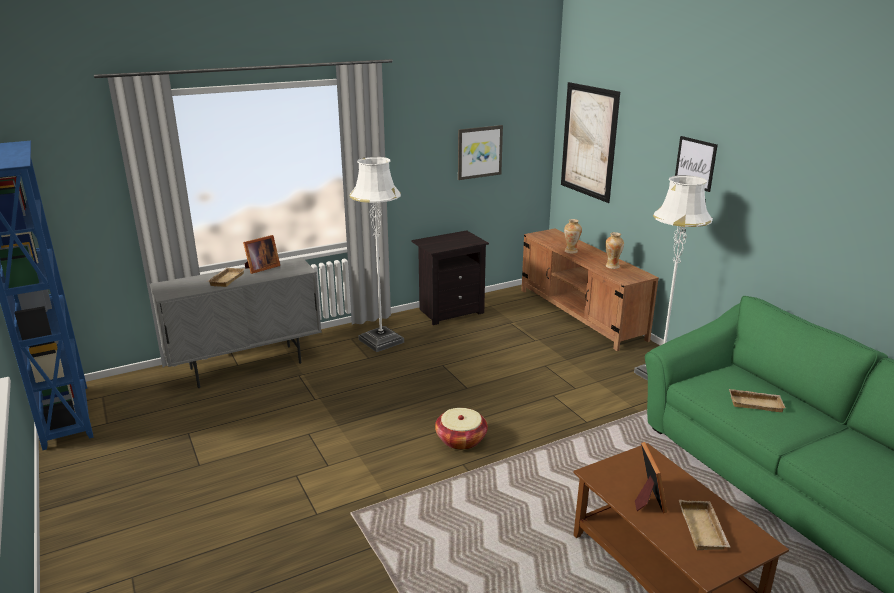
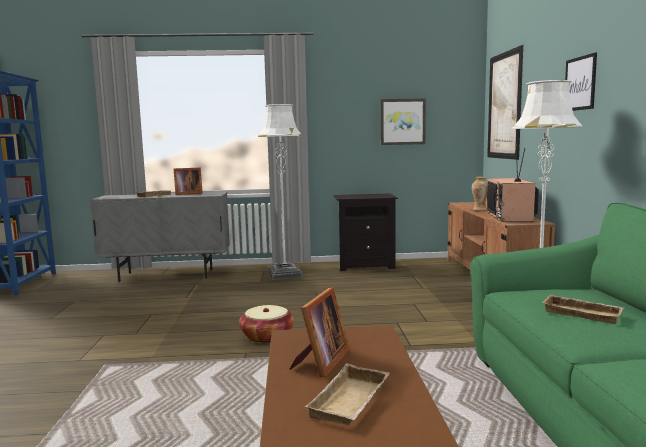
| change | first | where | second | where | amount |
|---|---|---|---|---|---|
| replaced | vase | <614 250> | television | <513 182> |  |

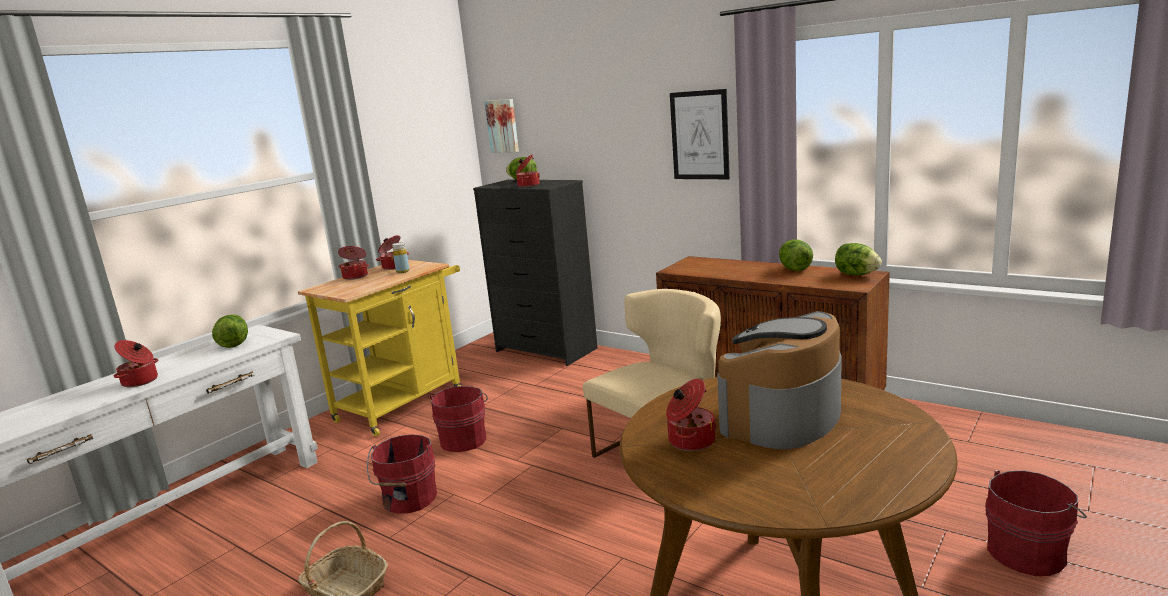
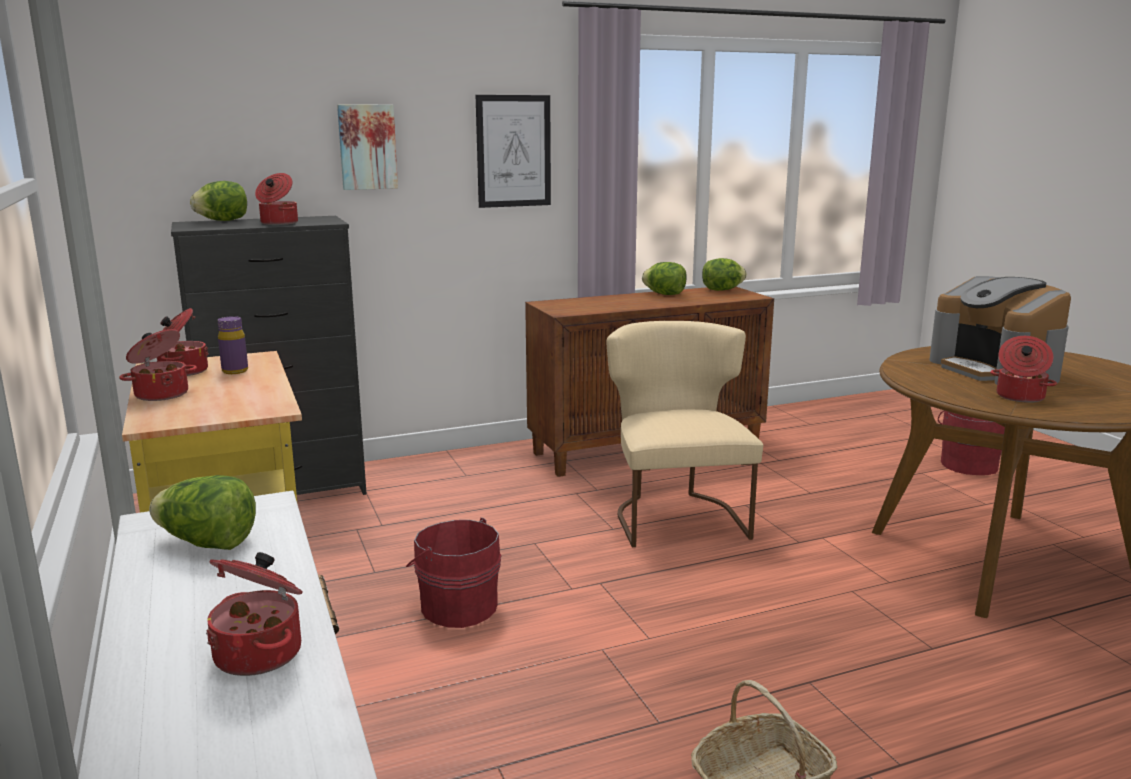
| change | first | where | second | where | amount |
|---|---|---|---|---|---|
| moved | picture | <501 126> |  | <367 147> |  |
| recoloured | bottle (yellow) | <401 257> | bottle (purple) | <233 345> |  |
| removed | bucket (red) | <402 474> |  |  |  |

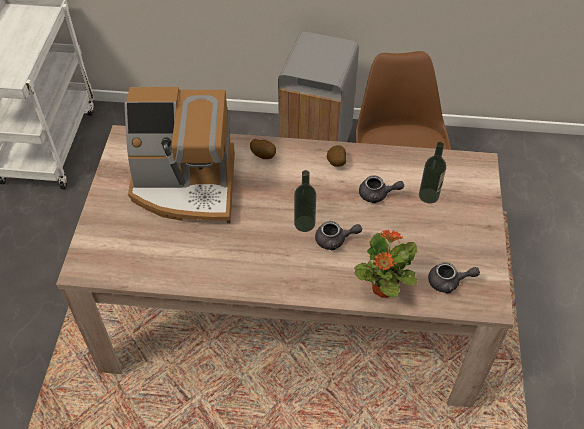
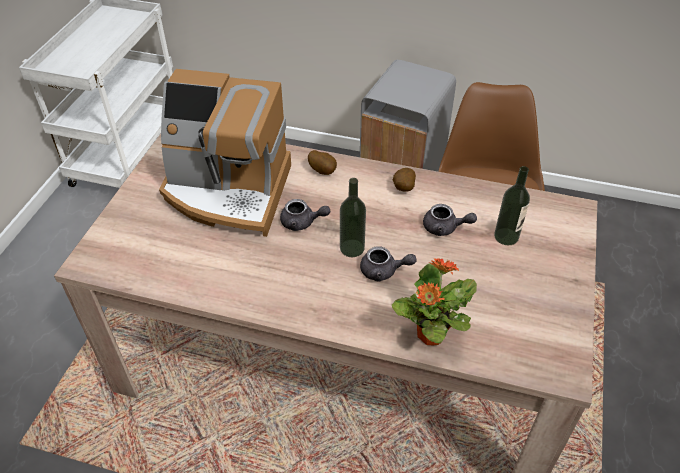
| change | first | where | second | where | amount |
|---|---|---|---|---|---|
| moved | teapot (grey) | <454 277> |  | <305 215> |  |

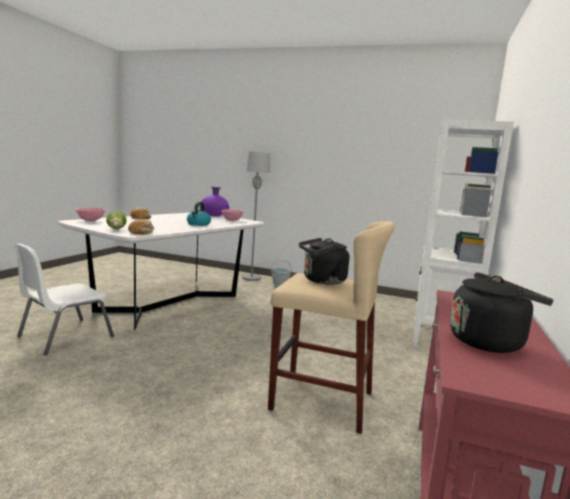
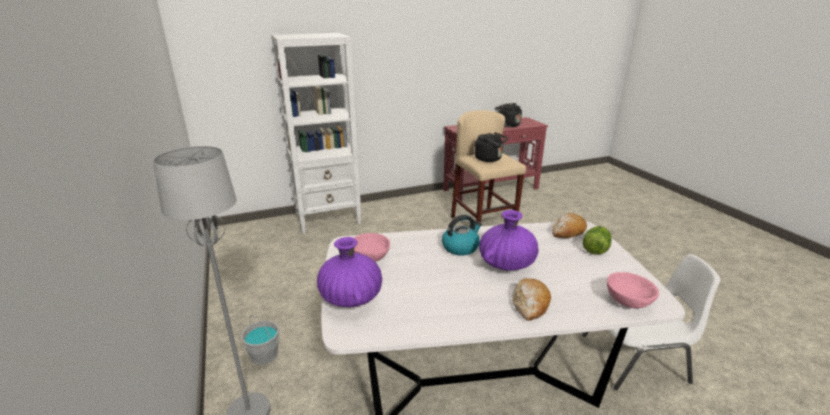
| change | first | where | second | where | amount |
|---|---|---|---|---|---|
| added |  |  | vase (purple) | <509 240> |  |

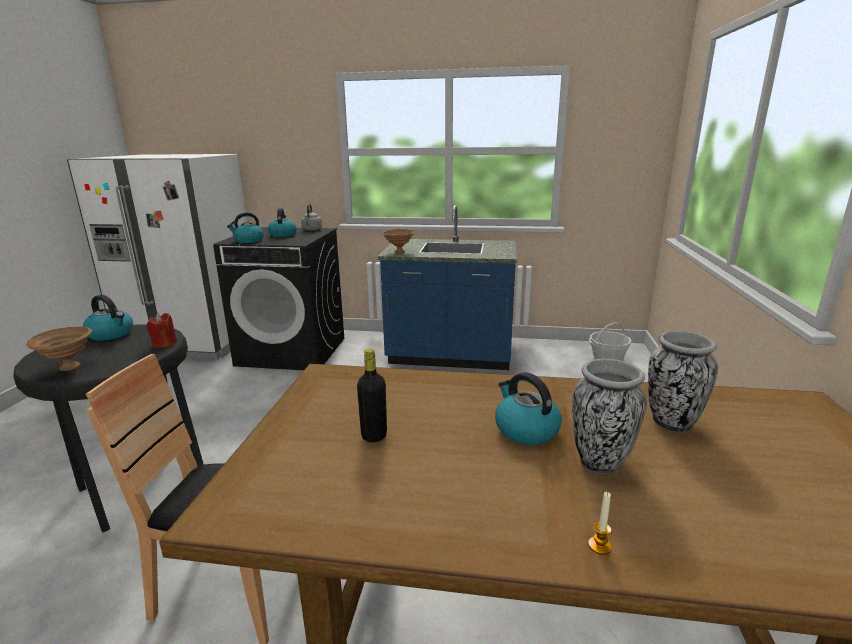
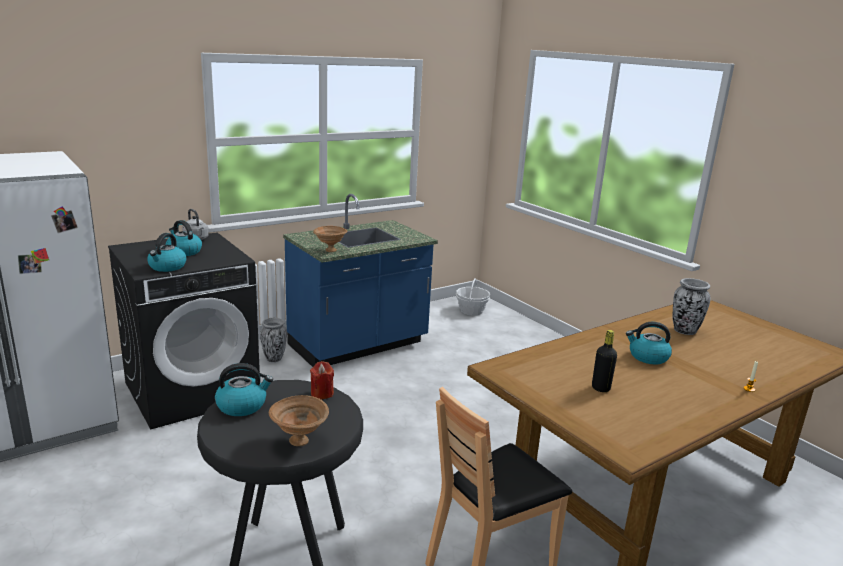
| change | first | where | second | where | amount |
|---|---|---|---|---|---|
| moved | vase | <609 416> |  | <273 340> |  |

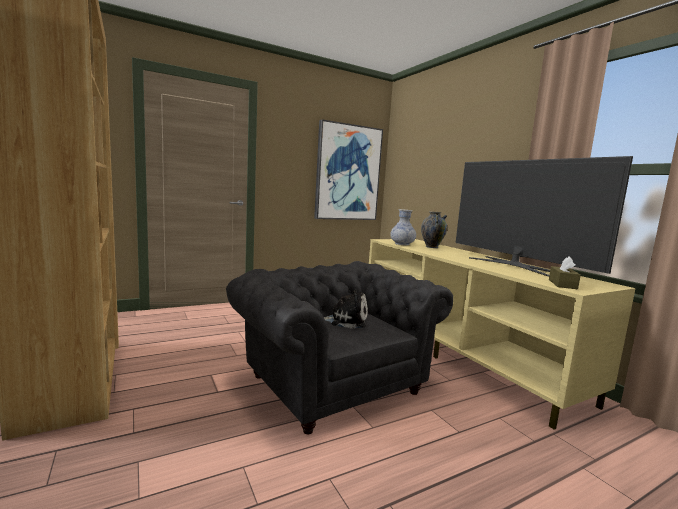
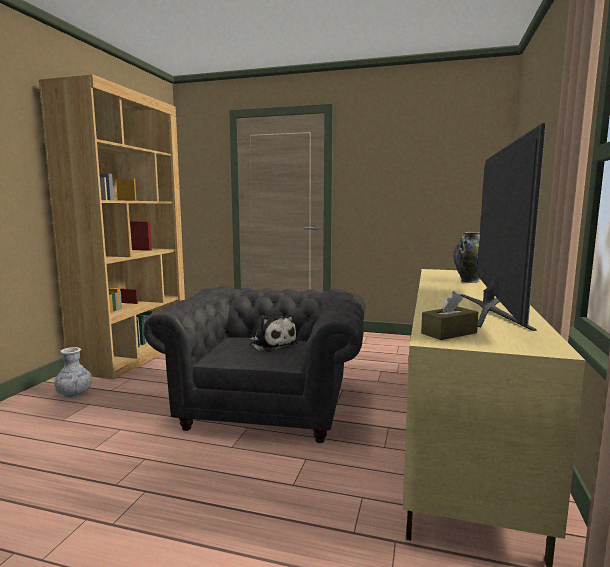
| change | first | where | second | where | amount |
|---|---|---|---|---|---|
| removed | picture | <348 169> |  |  |  |
| moved | vase | <403 227> |  | <73 372> |  |

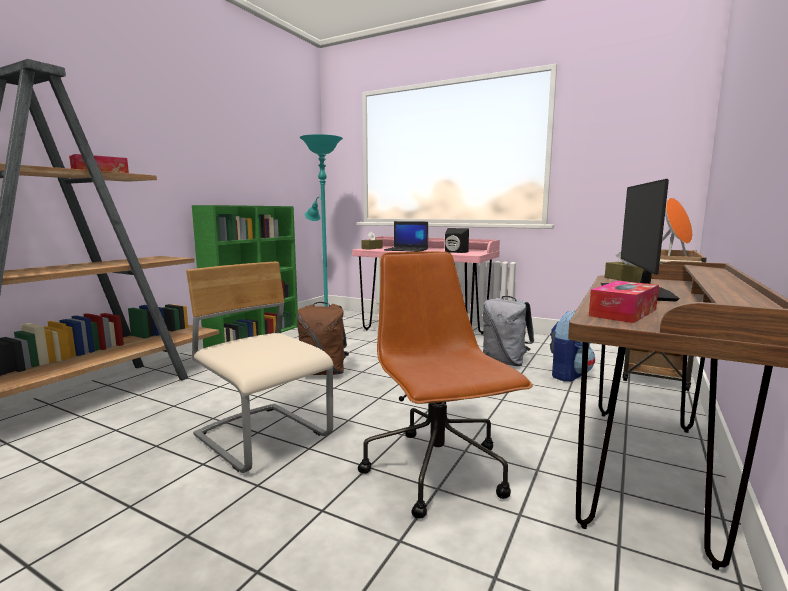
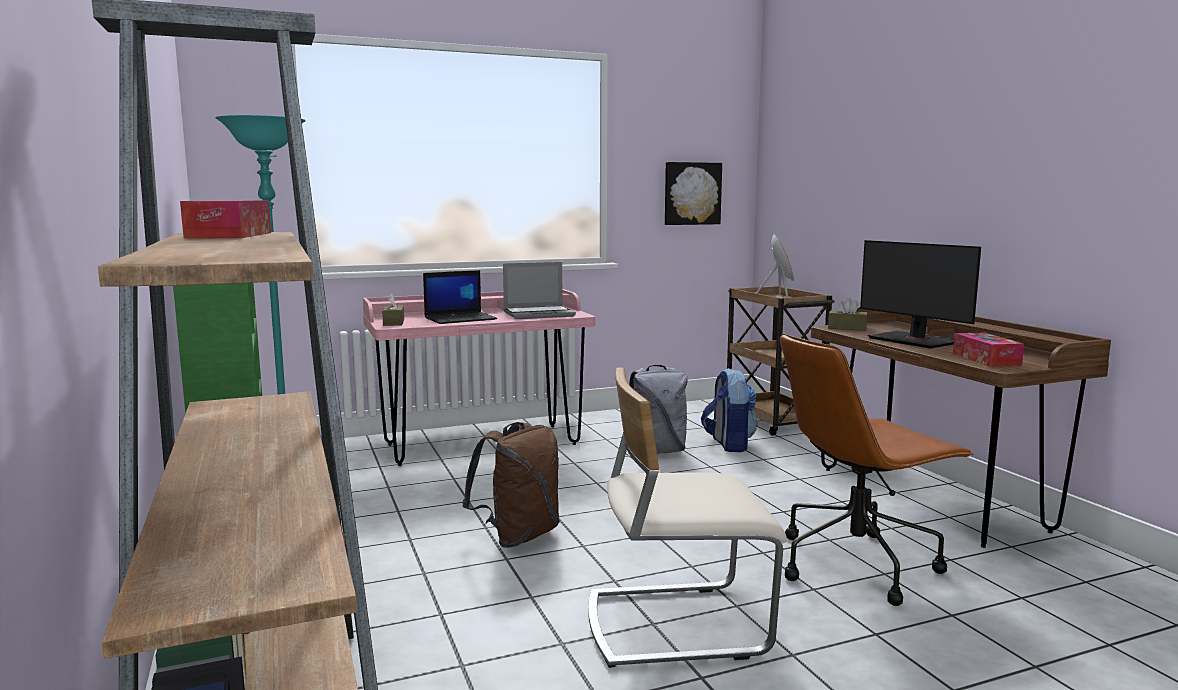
| change | first | where | second | where | amount |
|---|---|---|---|---|---|
| replaced | speaker (black) | <457 240> | laptop | <539 290> |  |
| turned | office chair (brown) | <445 385> |  | <876 469> | 45 degrees counterclockwise |
| added |  |  | picture | <693 193> |  |

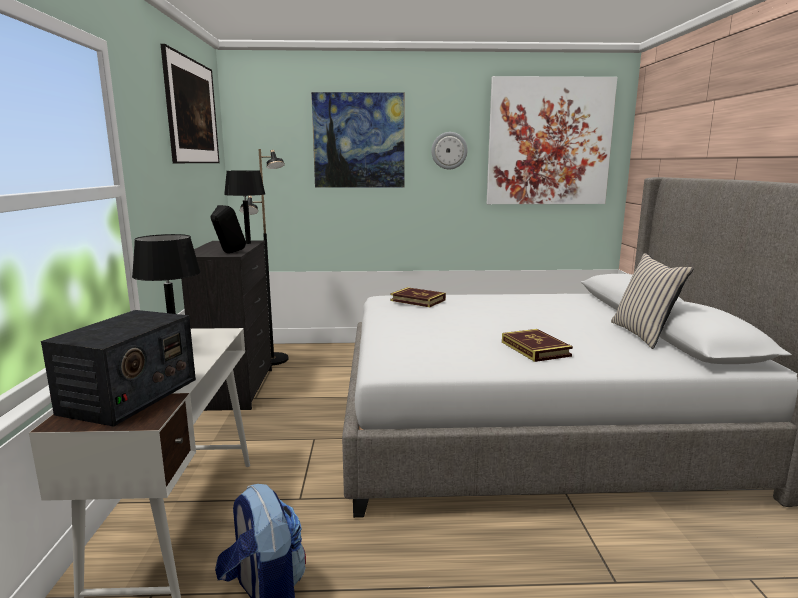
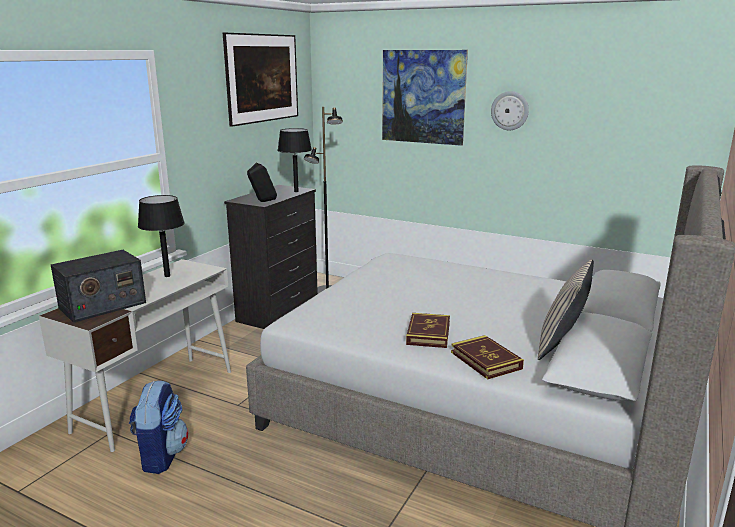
| change | first | where | second | where | amount |
|---|---|---|---|---|---|
| removed | picture | <552 140> |  |  |  |
| moved | book | <418 297> |  | <487 357> |  |

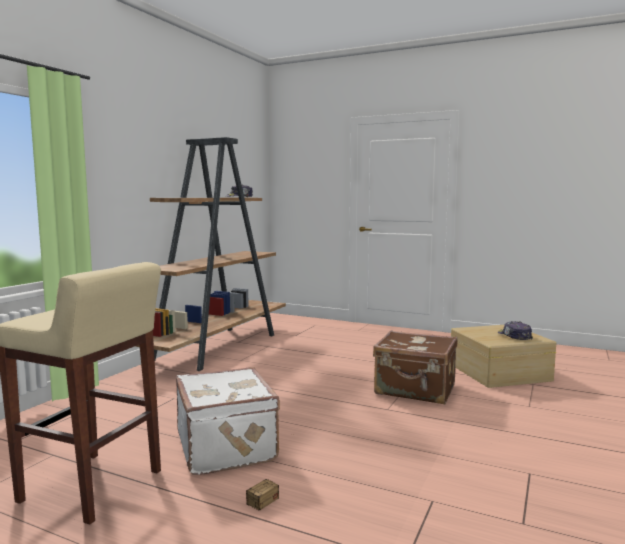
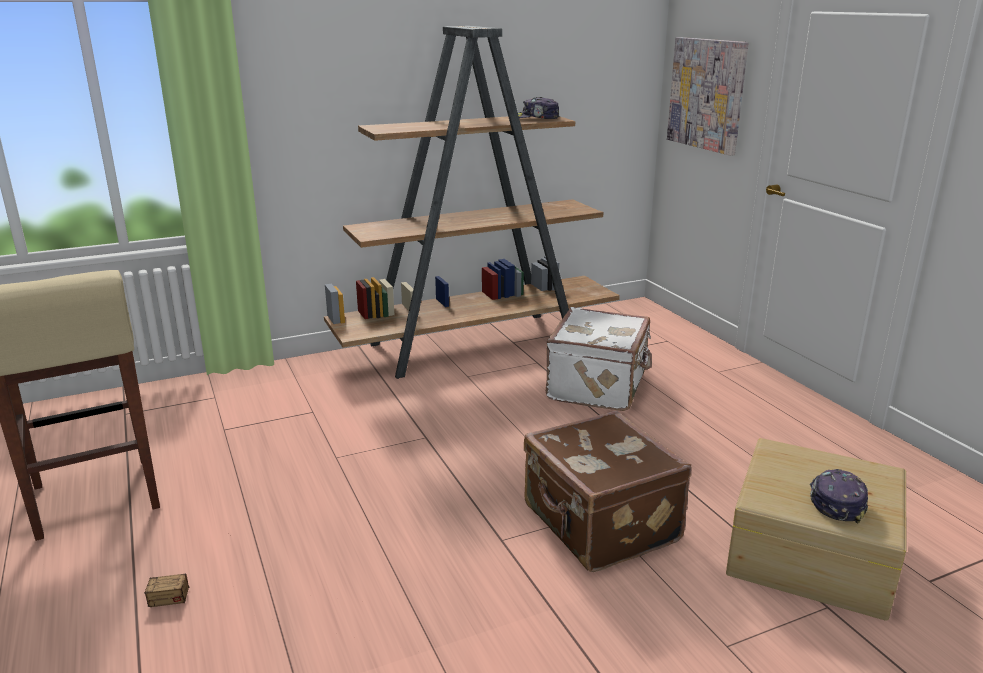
| change | first | where | second | where | amount |
|---|---|---|---|---|---|
| moved | suitcase (white) | <228 421> |  | <599 359> |  |
| added |  |  | picture | <708 96> |  |

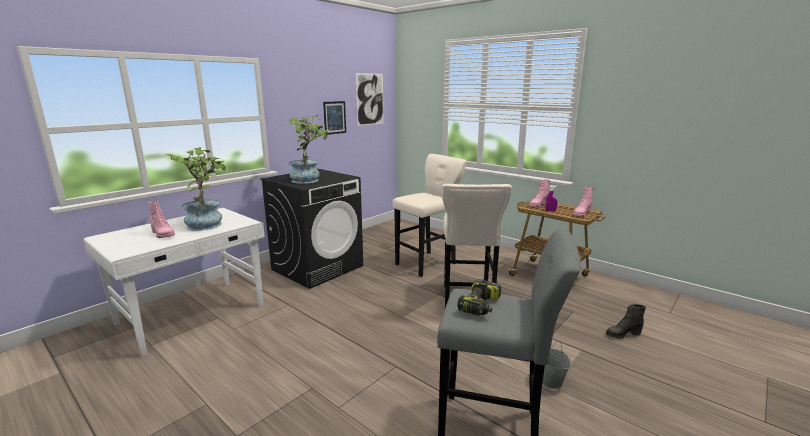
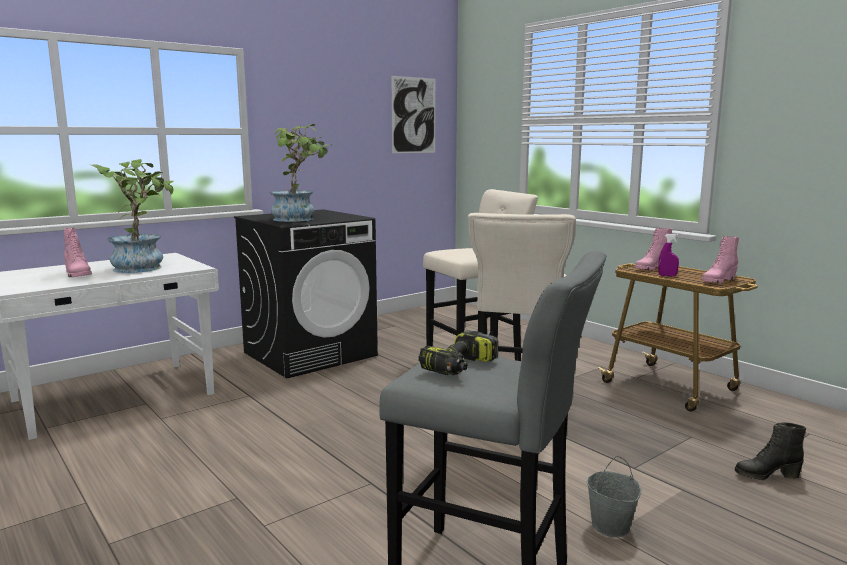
| change | first | where | second | where | amount |
|---|---|---|---|---|---|
| removed | picture | <334 118> |  |  |  |

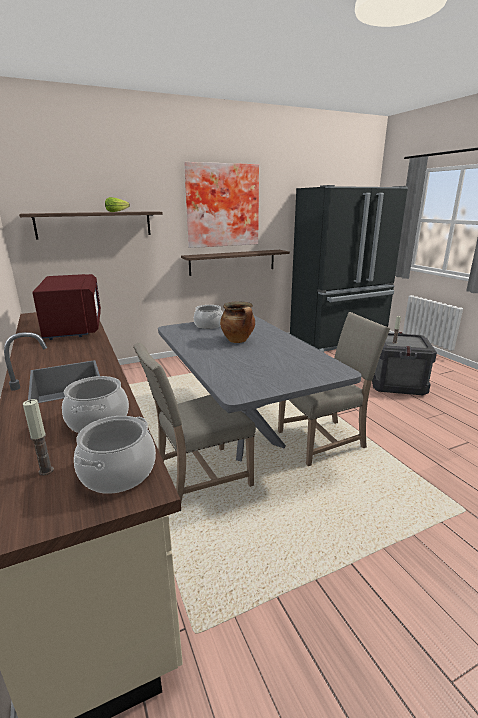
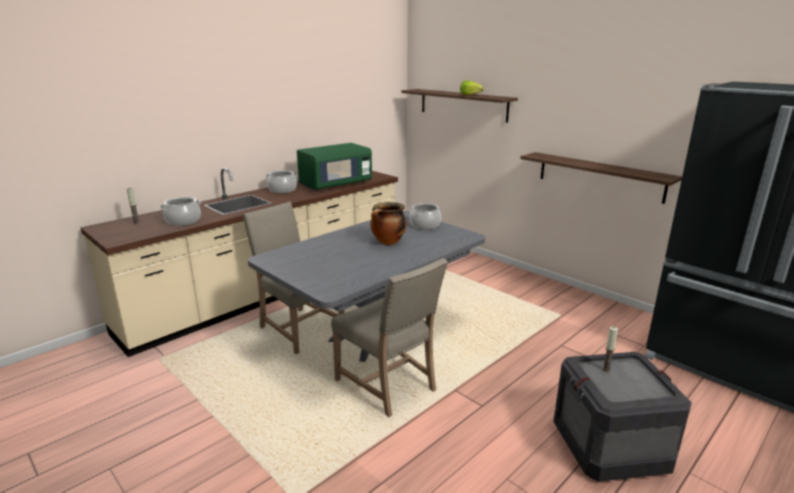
| change | first | where | second | where | amount |
|---|---|---|---|---|---|
| removed | picture | <221 205> |  |  |  |
| recoloured | microwave (red) | <66 307> | microwave (green) | <334 167> |  |
| moved | cooking pot | <115 455> |  | <281 181> |  |

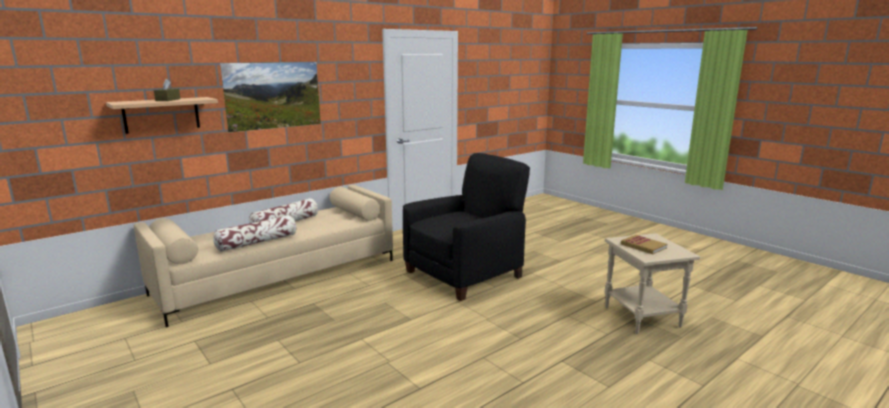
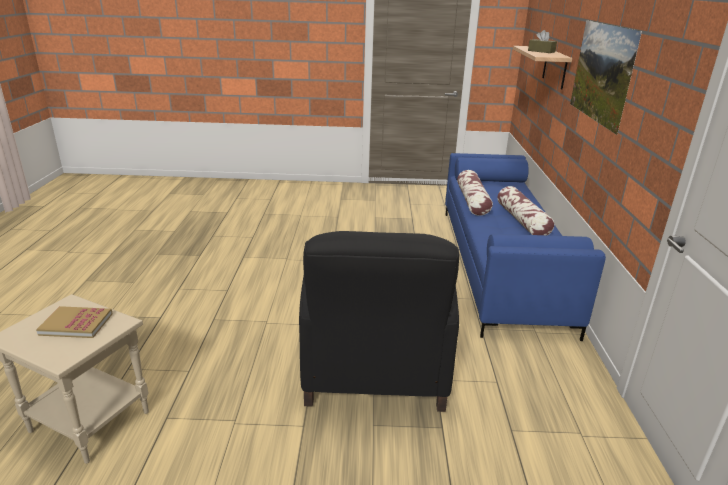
| change | first | where | second | where | amount |
|---|---|---|---|---|---|
| recoloured | sofa (beige) | <263 256> | sofa (blue) | <525 247> |  |

